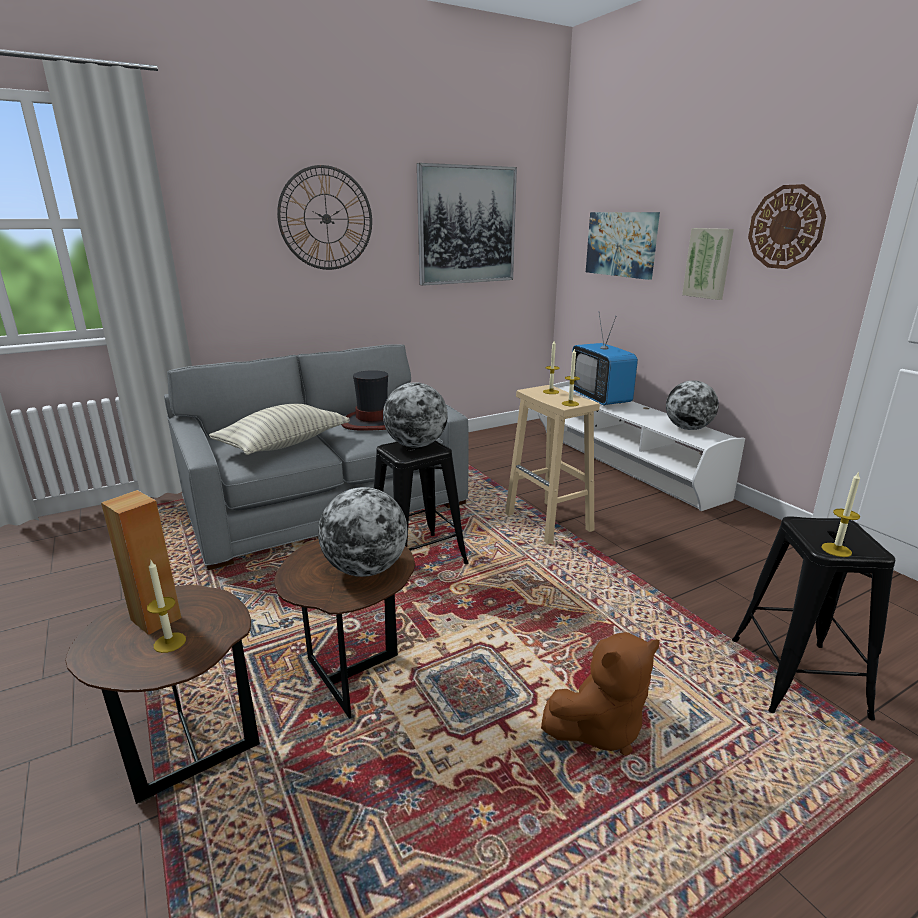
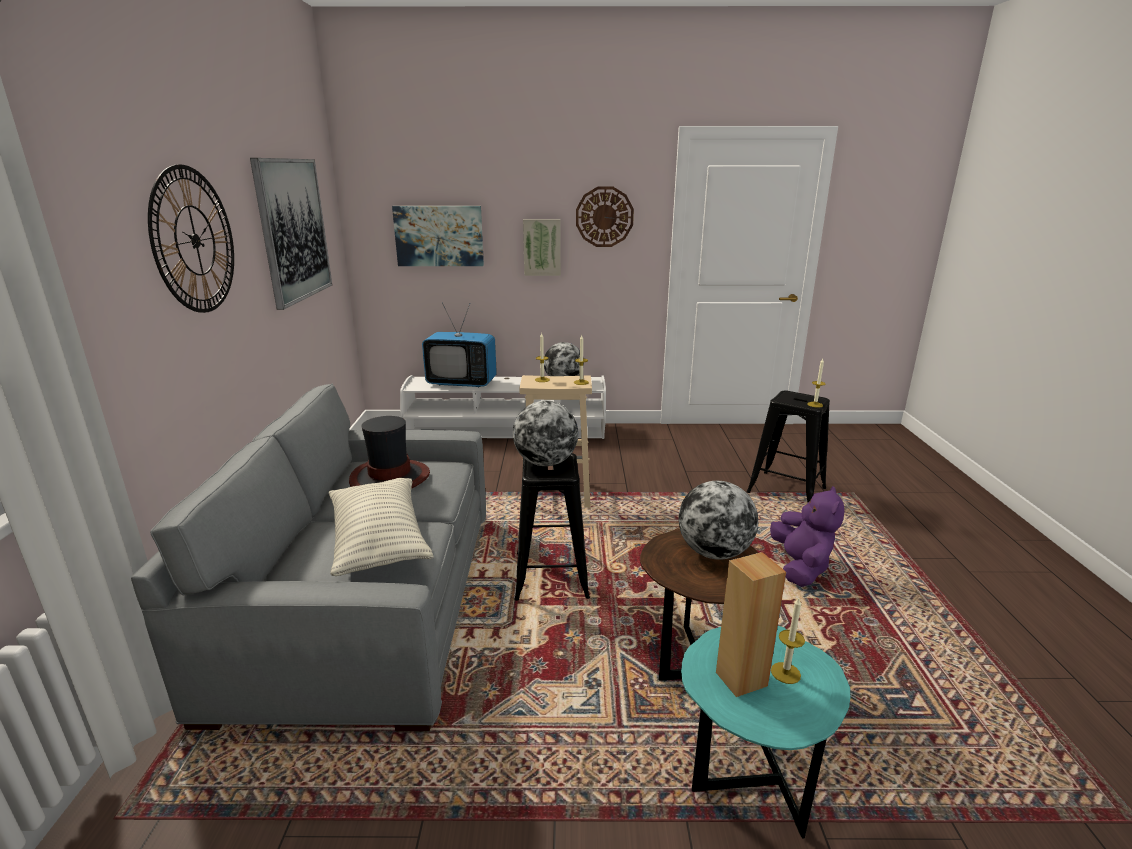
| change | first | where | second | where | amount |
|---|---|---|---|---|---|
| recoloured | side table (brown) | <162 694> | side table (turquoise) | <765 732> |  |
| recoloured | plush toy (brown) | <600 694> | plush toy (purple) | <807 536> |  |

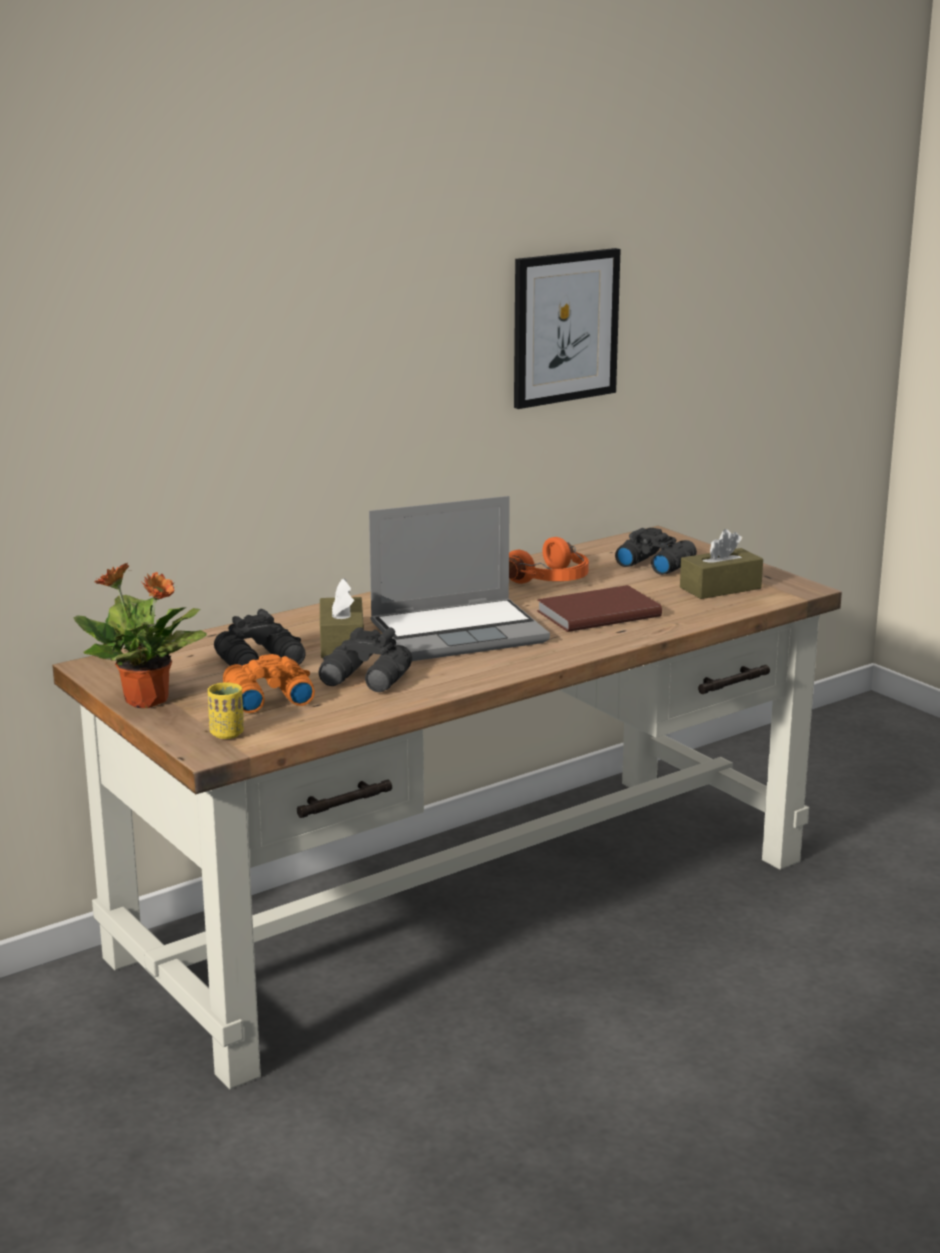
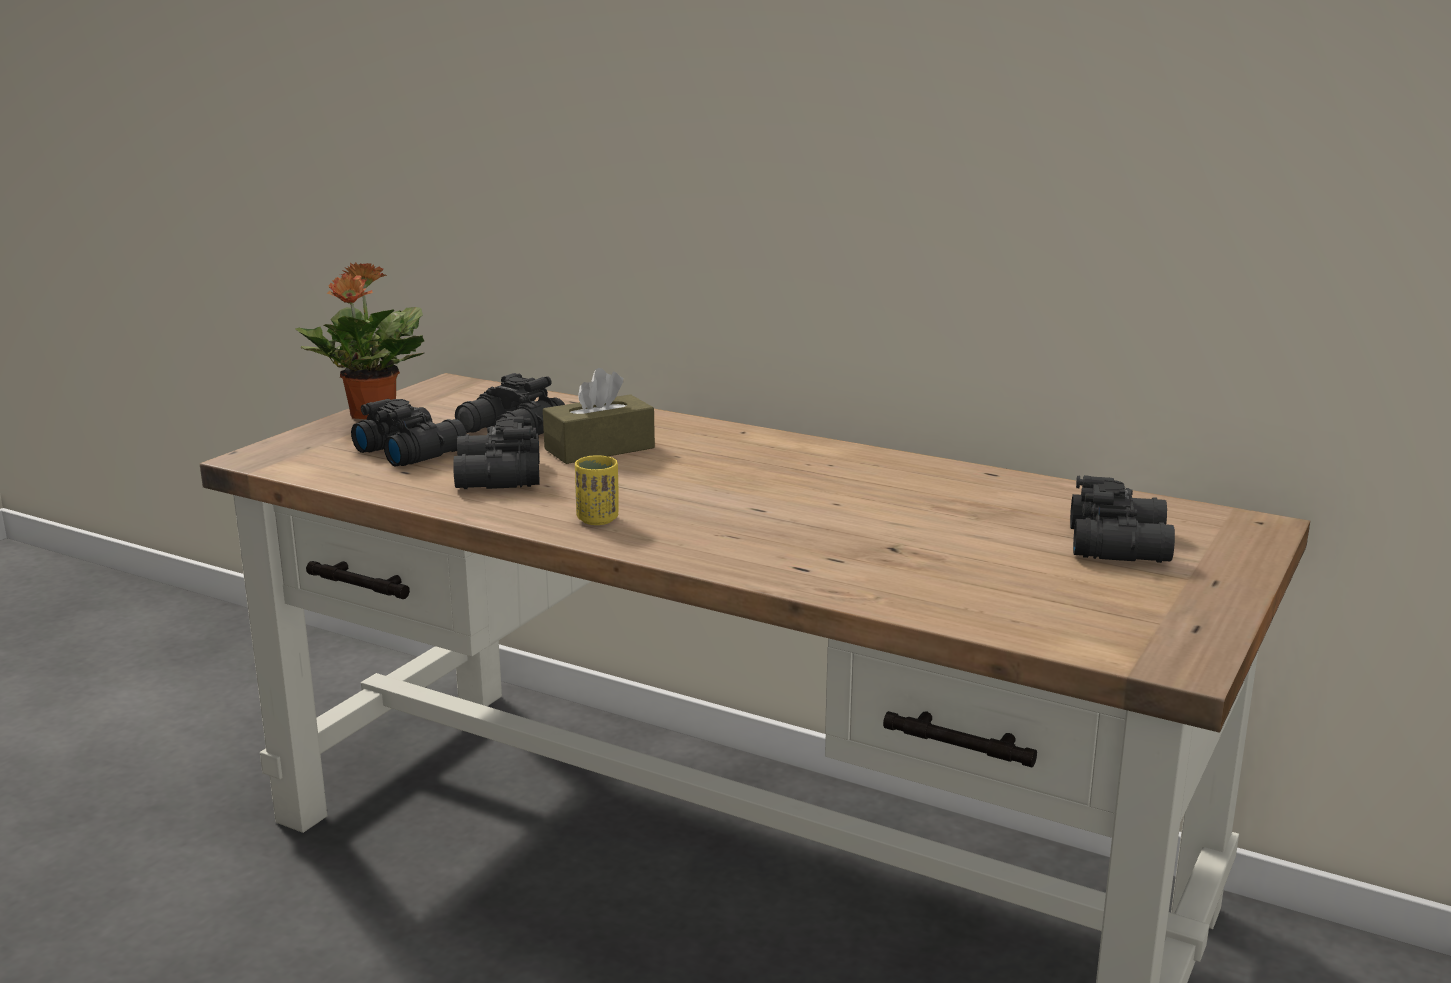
| change | first | where | second | where | amount |
|---|---|---|---|---|---|
| removed | picture | <567 328> |  |  |  |
| removed | laptop | <459 578> |  |  |  |
| removed | tissue box (brown) | <721 564> |  |  |  |
| removed | headphones (orange) | <549 560> |  |  |  |
| removed | book (brown) | <599 608> |  |  |  |
| recoloured | binoculars (orange) | <269 683> | binoculars (black) | <409 433> |  |
| moved | cup (yellow) | <226 710> |  | <597 490> |  |

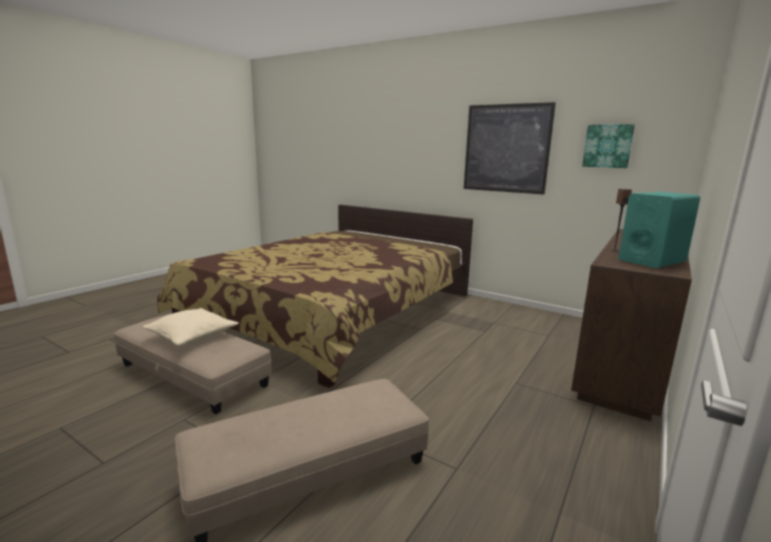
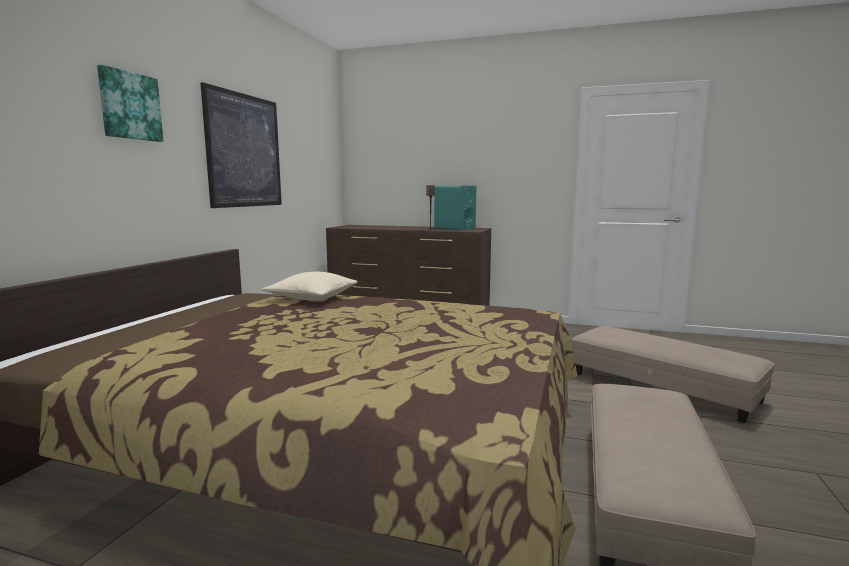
| change | first | where | second | where | amount |
|---|---|---|---|---|---|
| moved | picture | <608 146> |  | <130 103> |  |
| moved | pillow (beige) | <191 327> |  | <310 286> |  |

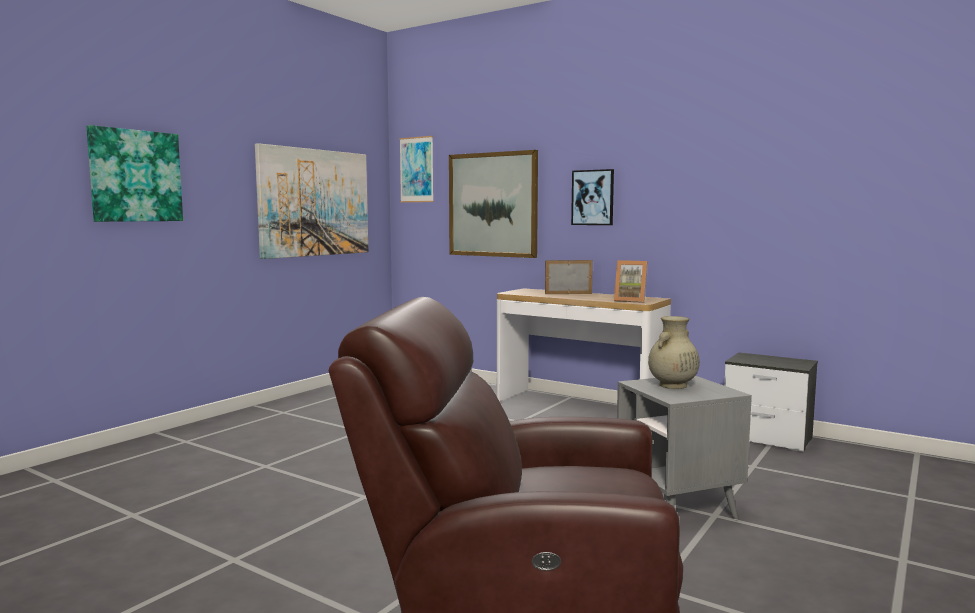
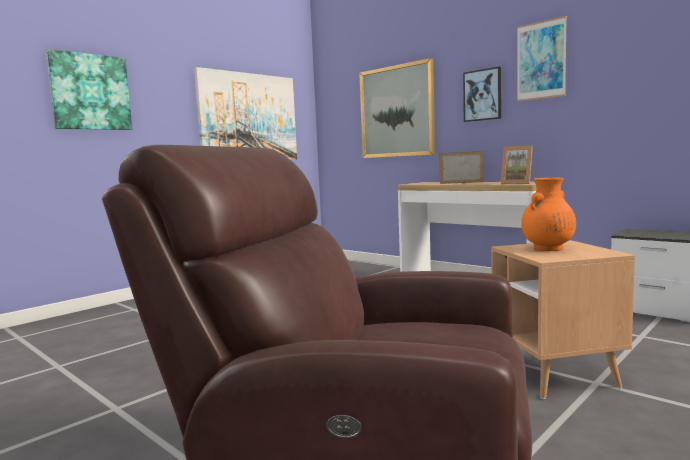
| change | first | where | second | where | amount |
|---|---|---|---|---|---|
| moved | picture | <416 169> |  | <542 58> |  |
| recoloured | vase (beige) | <674 352> | vase (orange) | <548 214> |  |
| recoloured | side table (grey) | <684 448> | side table (brown) | <563 319> |  |

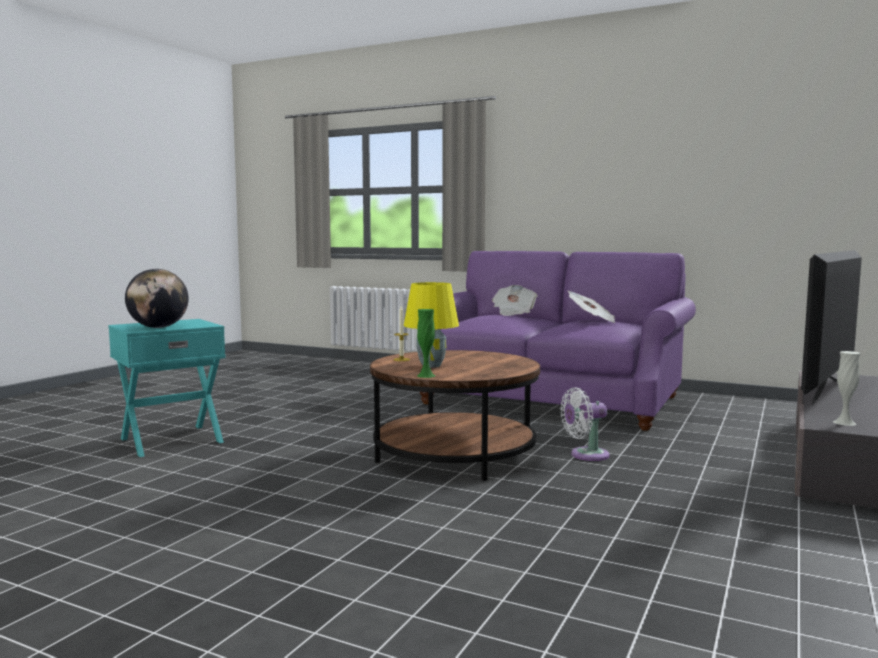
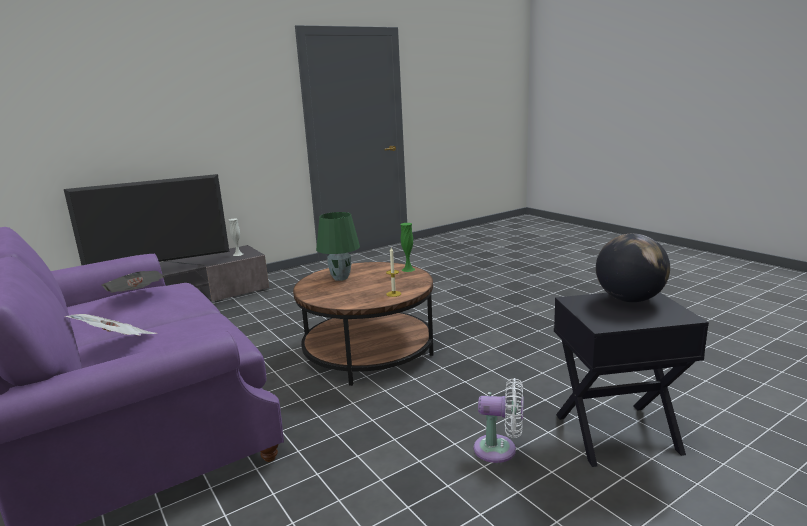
| change | first | where | second | where | amount |
|---|---|---|---|---|---|
| removed | table lamp (yellow) | <431 325> |  |  |  |
| recoloured | side table (turquoise) | <166 388> | side table (black) | <631 379> |  |
| moved | fan (white) | <585 424> |  | <498 420> |  |
| added |  |  | table lamp (green) | <338 246> |  |

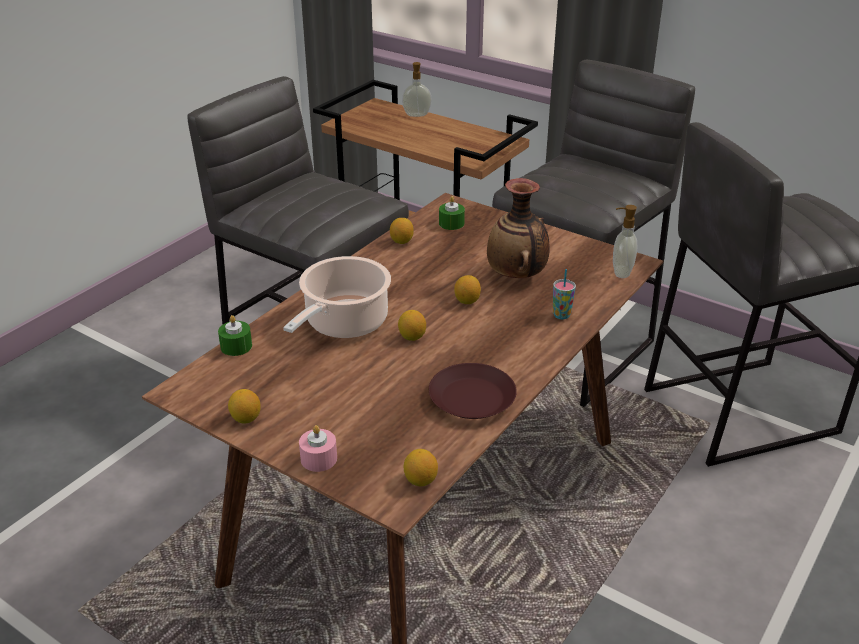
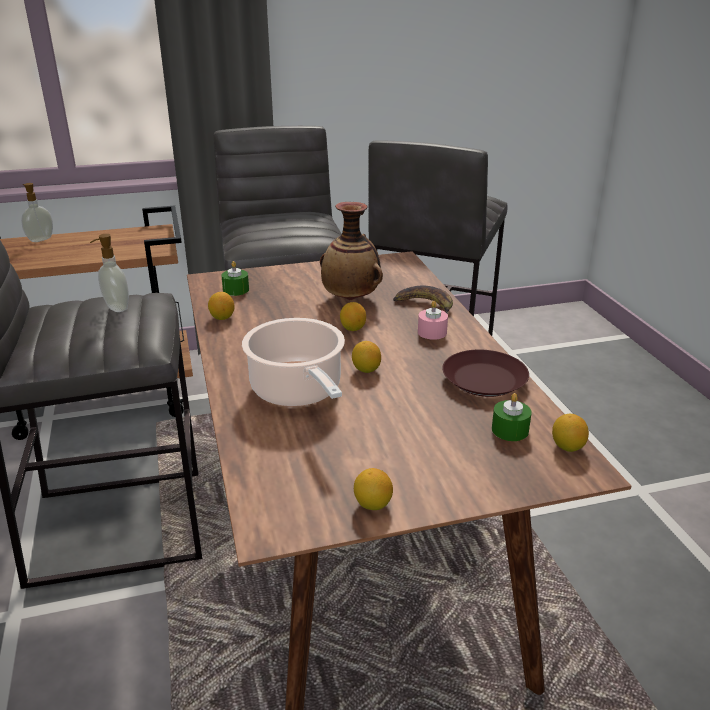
| change | first | where | second | where | amount |
|---|---|---|---|---|---|
| moved | soap dispenser | <625 241> |  | <109 273> |  |
| replaced | cup | <564 294> | banana | <423 299> |  |
| moved | candle (green) | <235 335> |  | <512 417> |  |
| moved | candle (pink) | <318 448> |  | <433 320> |  |

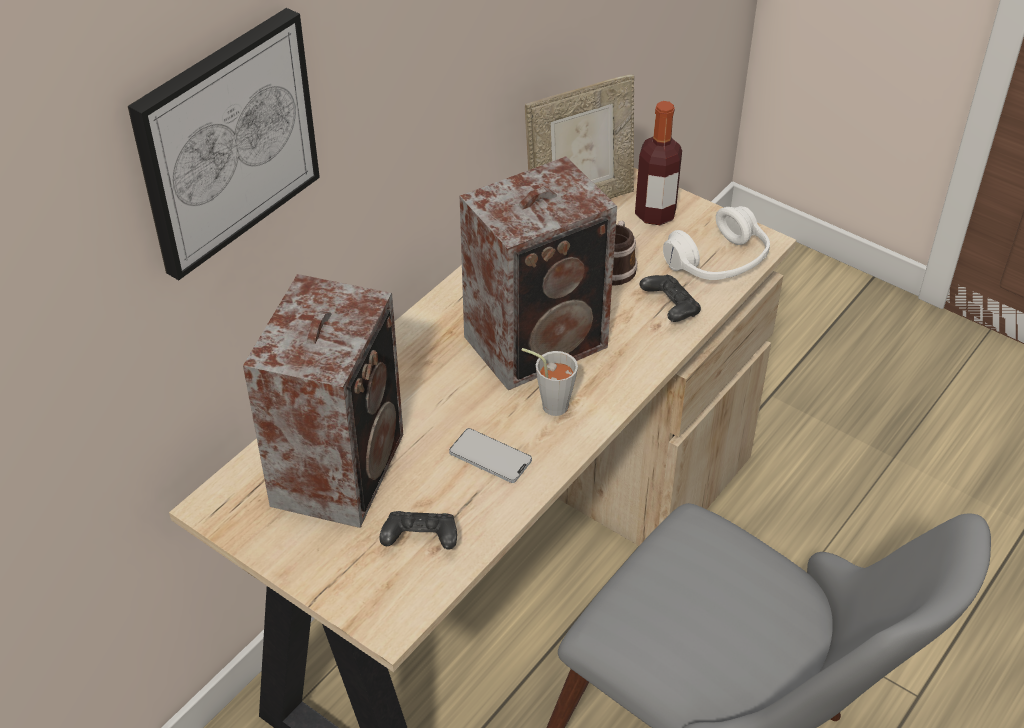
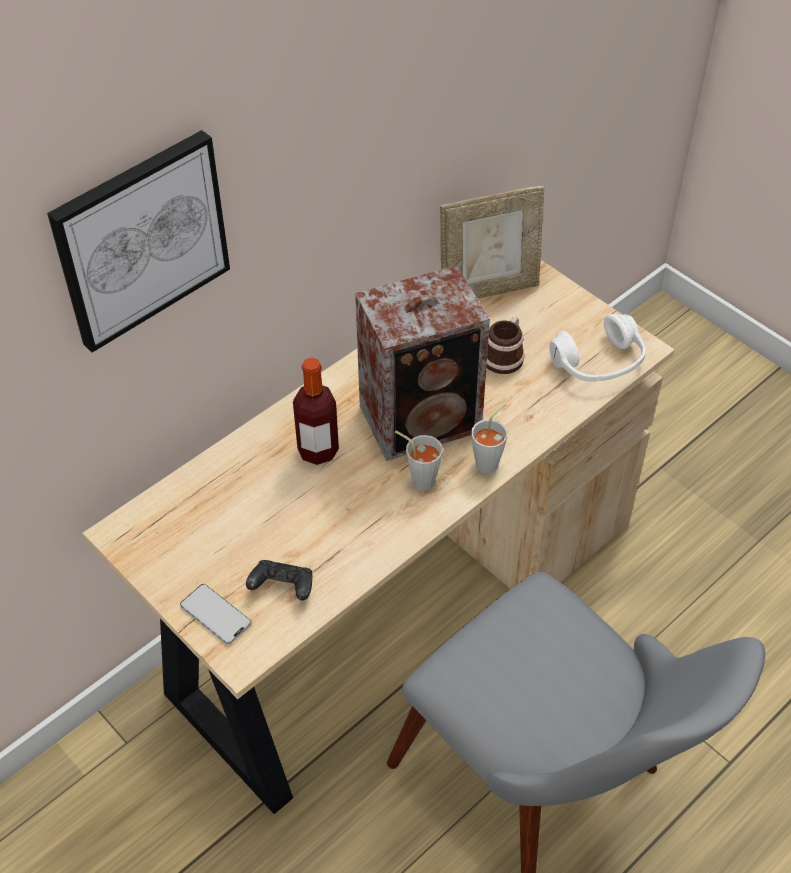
| change | first | where | second | where | amount |
|---|---|---|---|---|---|
| moved | bottle | <658 163> |  | <316 411> |  |
| removed | speaker | <323 401> |  |  |  |
| removed | game controller (black) | <670 298> |  |  |  |
| moved | phone | <490 455> |  | <215 614> |  |
| added |  |  | cup (grey) | <489 438> |  |

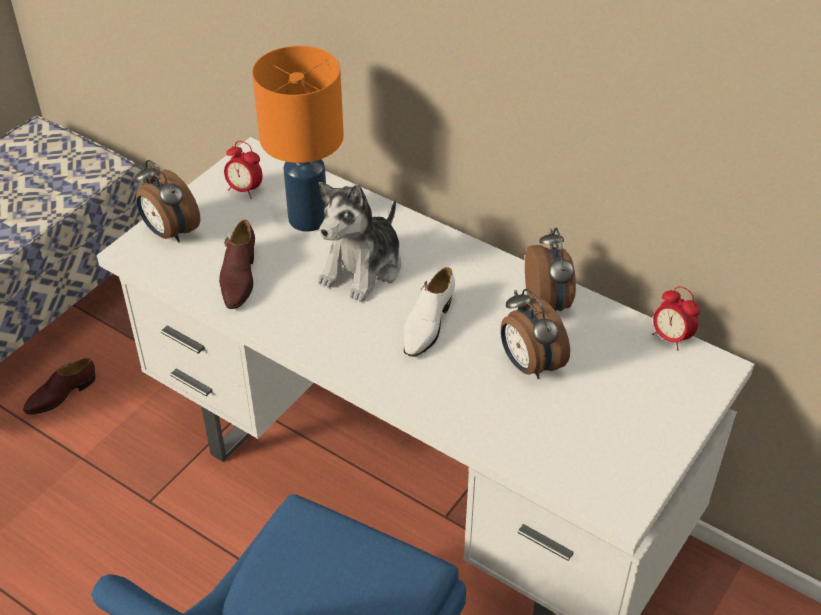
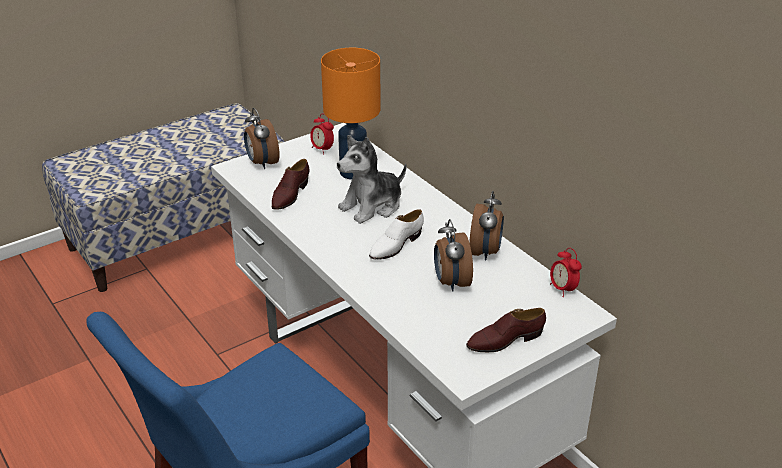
| change | first | where | second | where | amount |
|---|---|---|---|---|---|
| moved | shoe (brown) | <59 386> |  | <506 330> |  |

